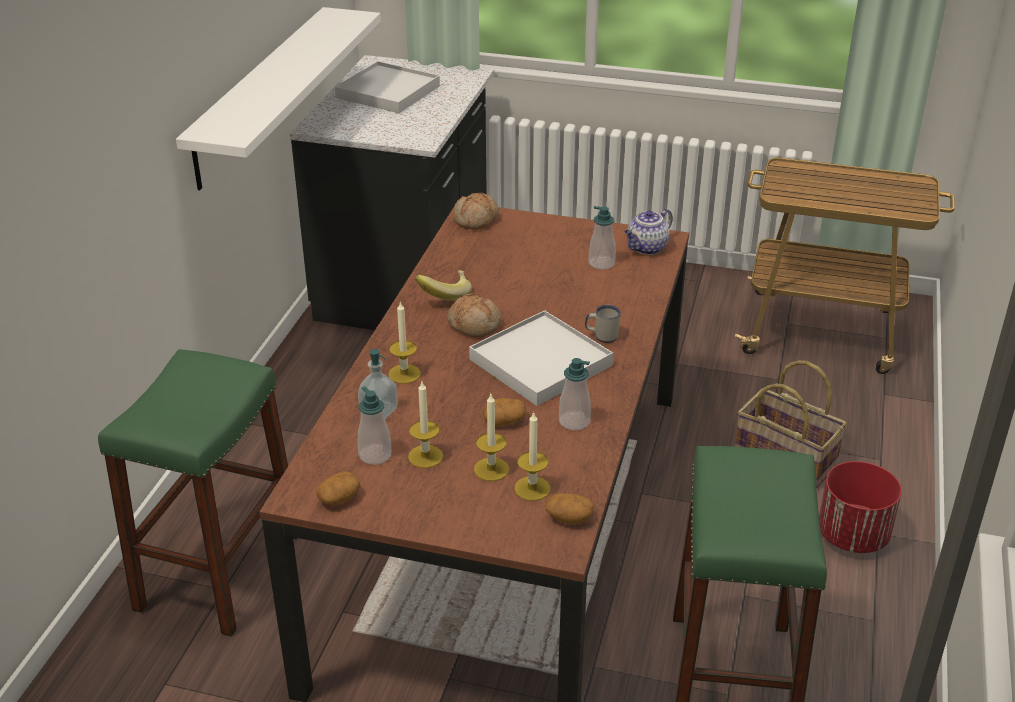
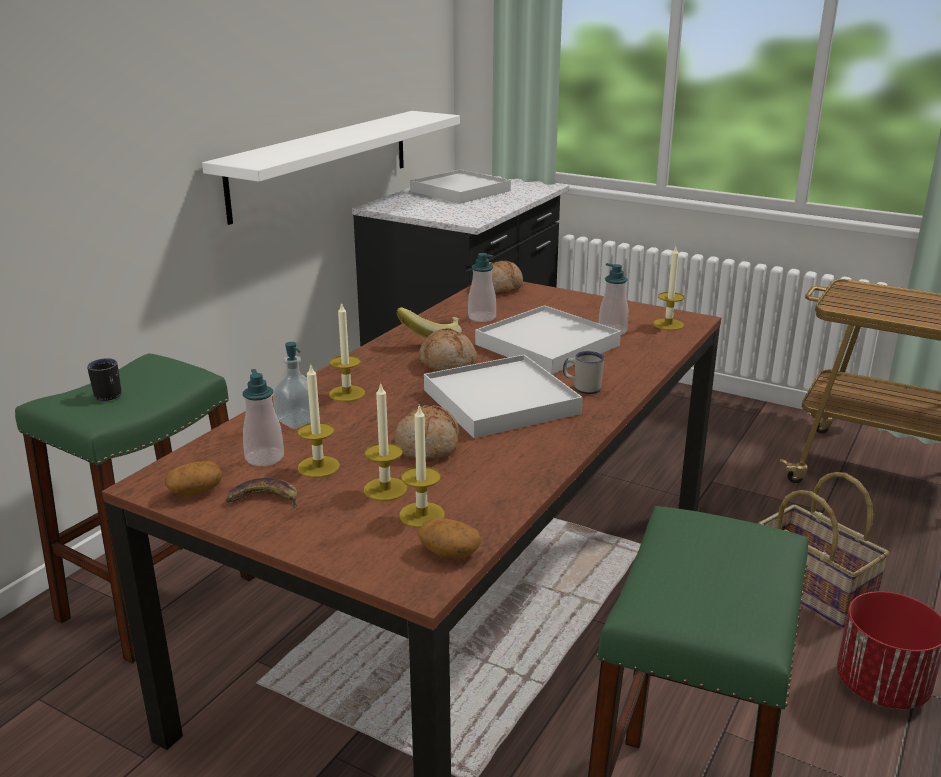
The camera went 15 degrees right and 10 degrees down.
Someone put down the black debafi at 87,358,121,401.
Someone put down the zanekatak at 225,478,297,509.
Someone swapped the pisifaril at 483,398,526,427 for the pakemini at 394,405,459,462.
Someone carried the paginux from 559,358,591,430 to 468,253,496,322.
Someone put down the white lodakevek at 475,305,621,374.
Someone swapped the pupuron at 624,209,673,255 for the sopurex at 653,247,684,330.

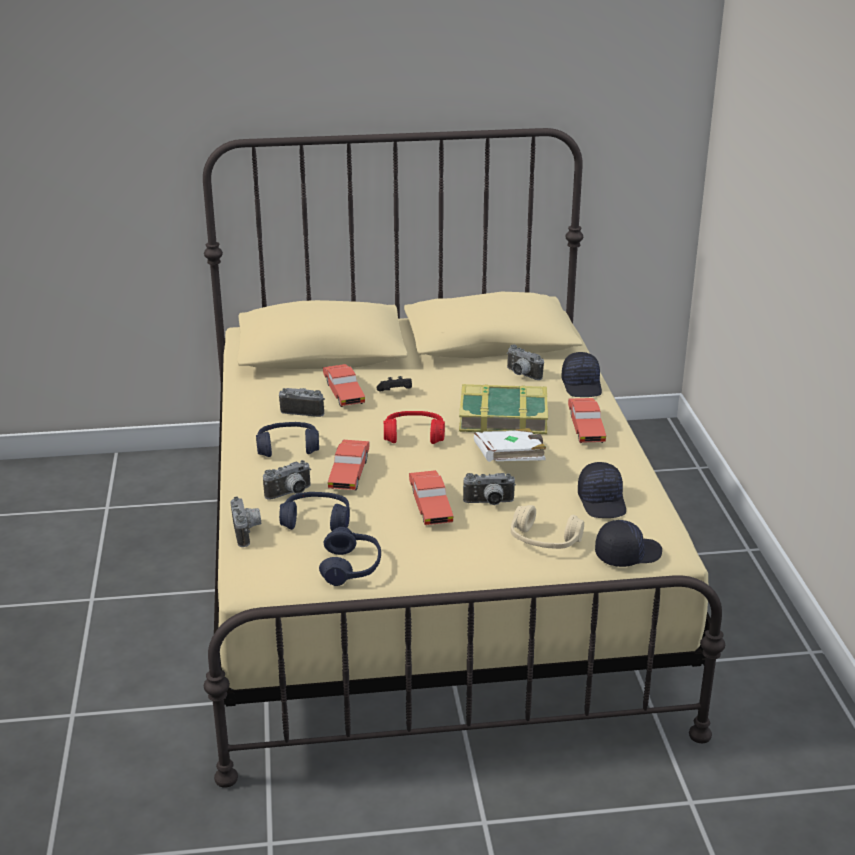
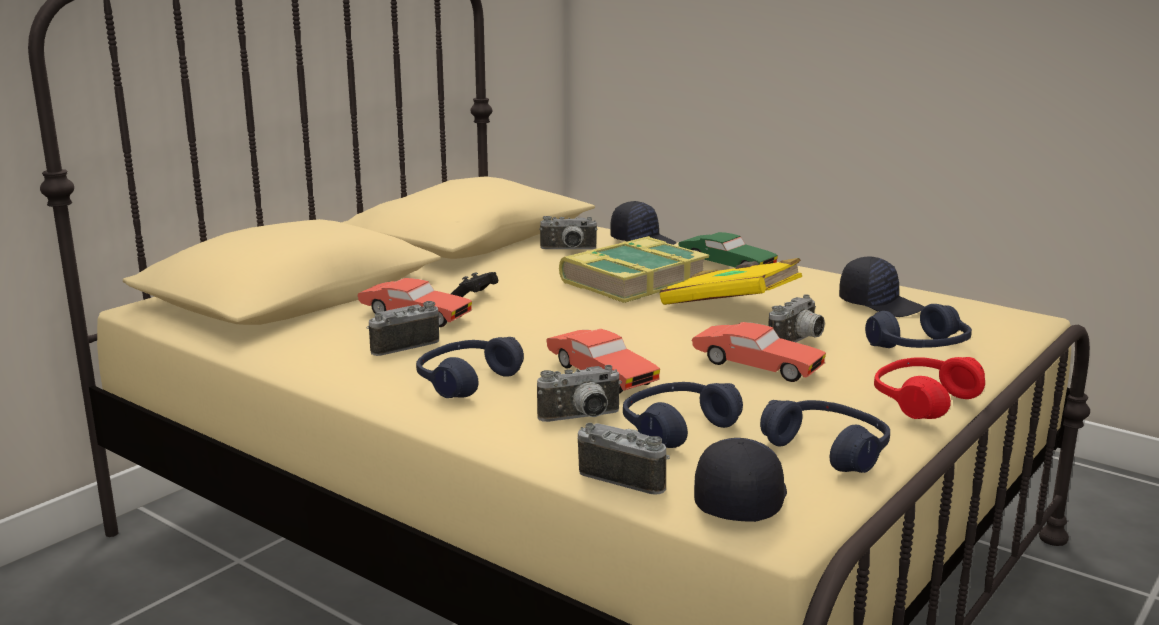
The camera went 45 degrees left and 10 degrees down.
Someone rotated the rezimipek at 263,460,311,500 by 60 degrees clockwise.
Someone repainted the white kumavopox at 474,428,546,462, which became the yellow kumavopox at 660,258,802,305.
Someone repainted the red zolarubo at 568,398,606,443, which became the green zolarubo at 678,232,778,268.
Someone carried the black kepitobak from 595,520,662,567 to 694,438,787,522.
Someone repainted the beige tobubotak at 511,505,584,549, which became the blue tobubotak at 865,304,972,348.
Someone carried the red tobubotak from 383,411,445,444 to 874,357,985,419.

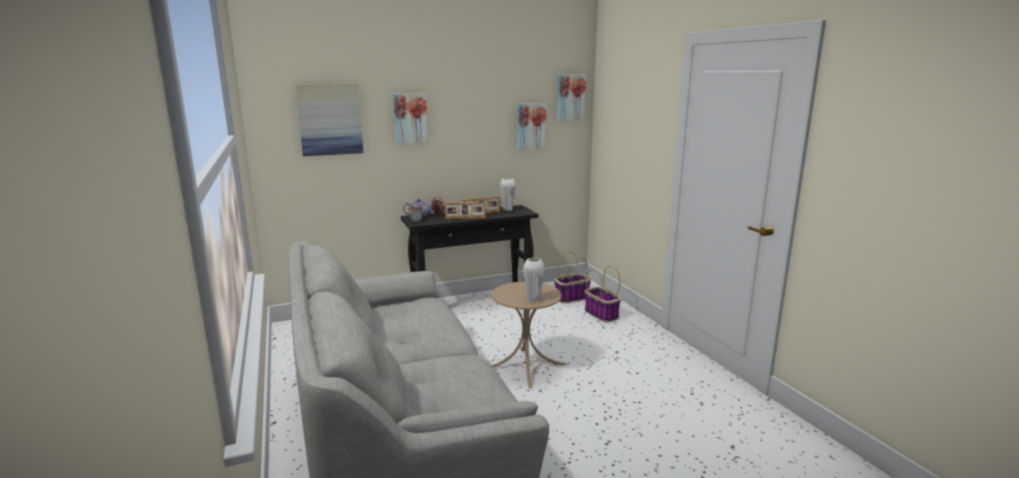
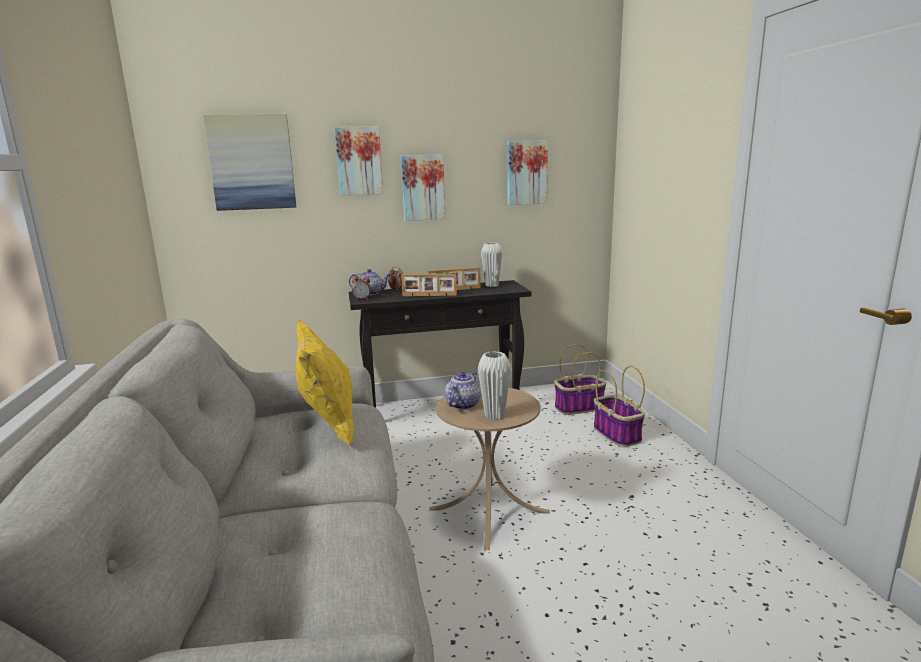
The camera went 10 degrees right and 0 degrees up.
Someone put down the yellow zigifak at 295,320,354,446.
Someone carried the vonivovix from 557,74,586,120 to 401,154,445,221.
Someone put down the pupuron at 445,372,481,410.

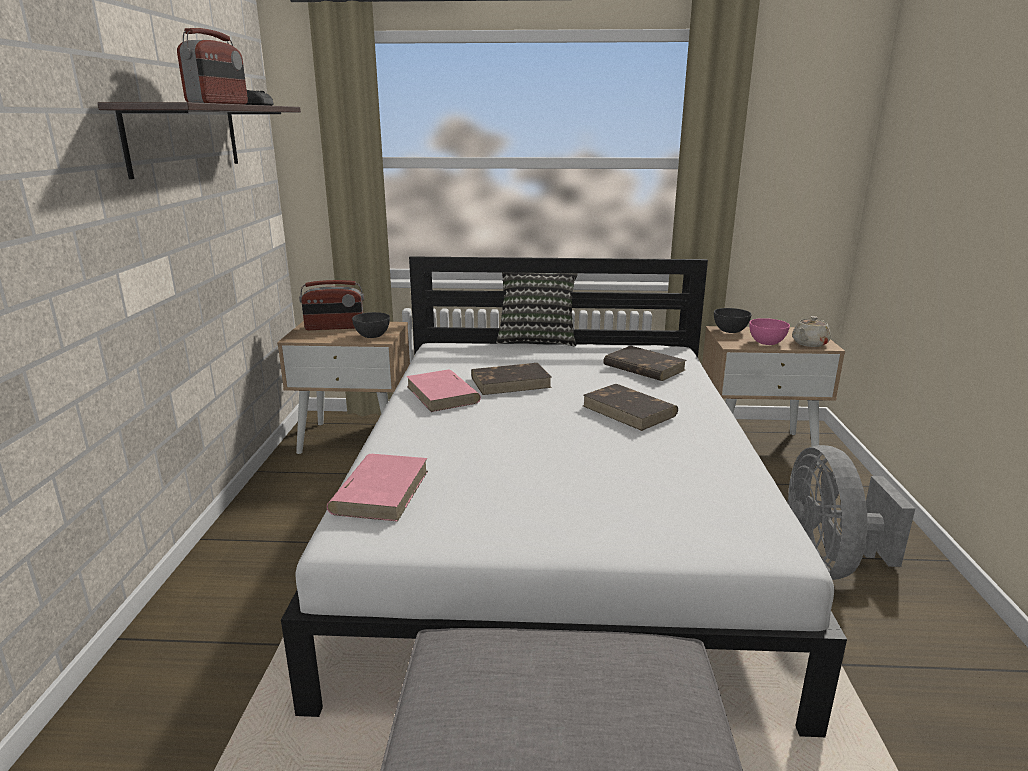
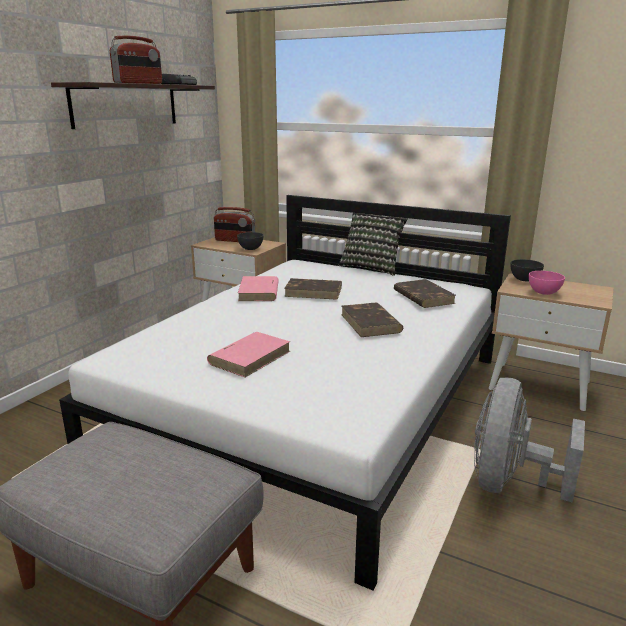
The camera went 25 degrees right and 0 degrees up.
Someone carried the pink kumavopox from 327,454,428,522 to 207,332,290,377.
Someone took away the beige pupuron at 792,316,831,347.

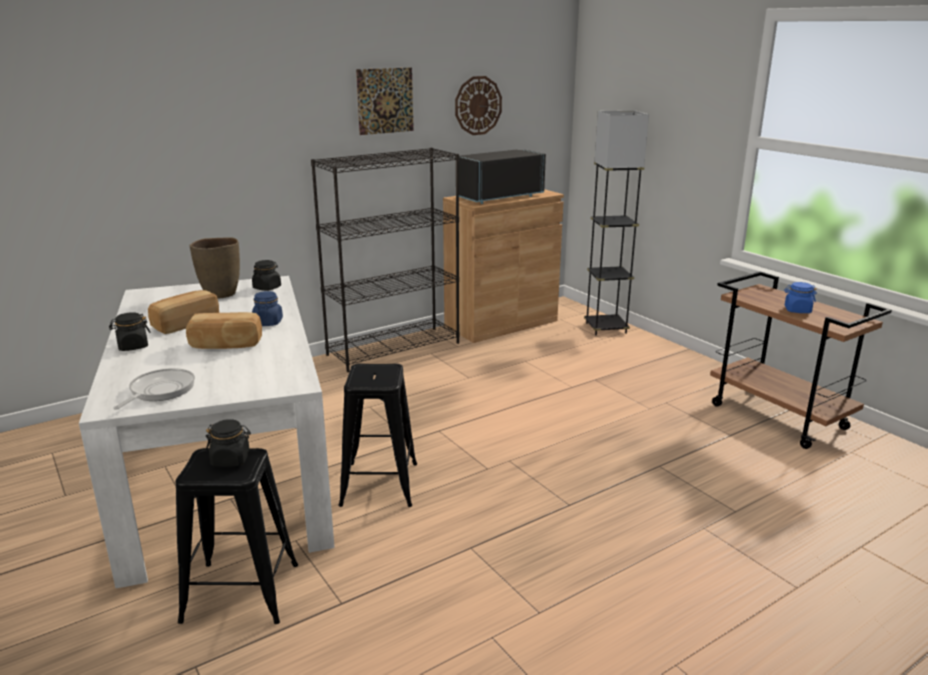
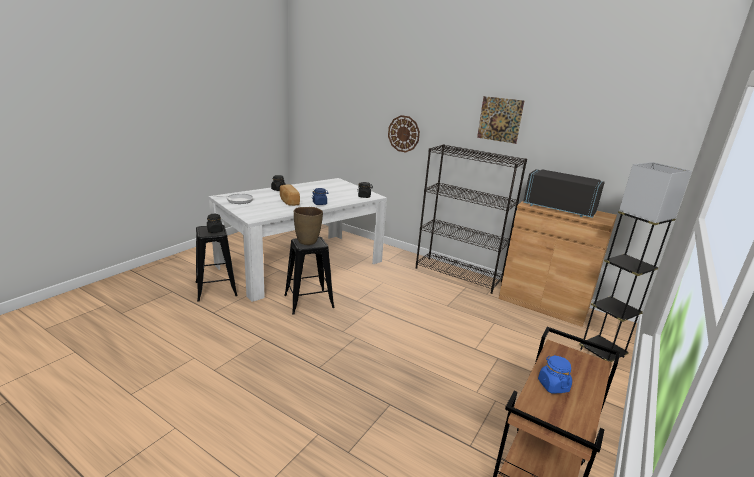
The camera went 65 degrees right and 0 degrees up.
Someone carried the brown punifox from 189,237,240,299 to 294,207,323,245.
Someone carried the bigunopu from 455,76,502,135 to 388,115,420,153.
Someone took away the pakemini at 148,290,219,334.

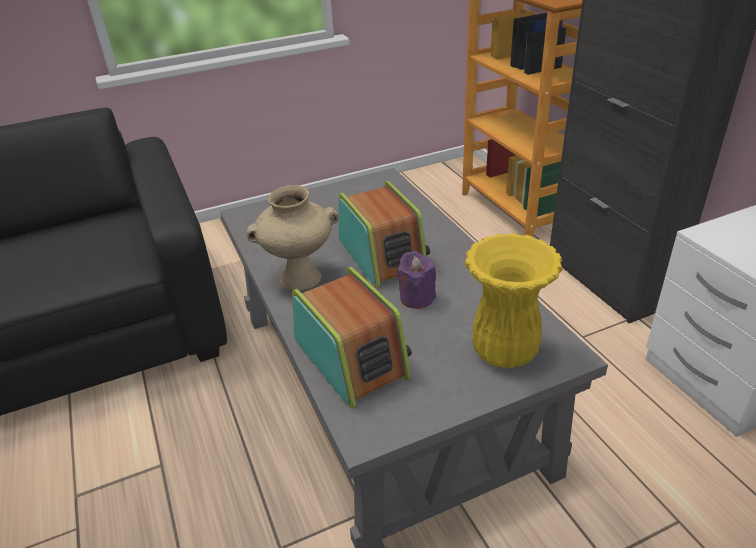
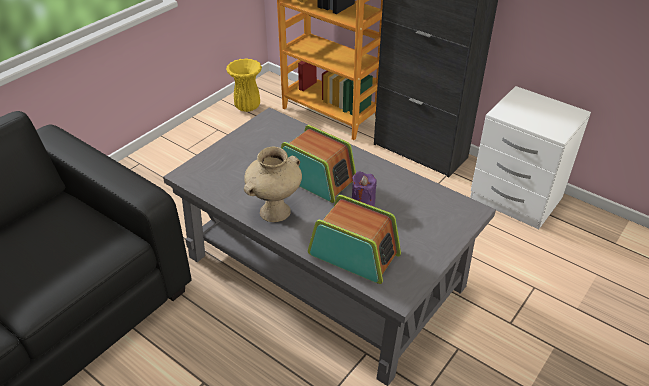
The camera went 30 degrees left and 5 degrees up.
Someone carried the yellow punifox from 465,233,562,369 to 226,58,262,112.

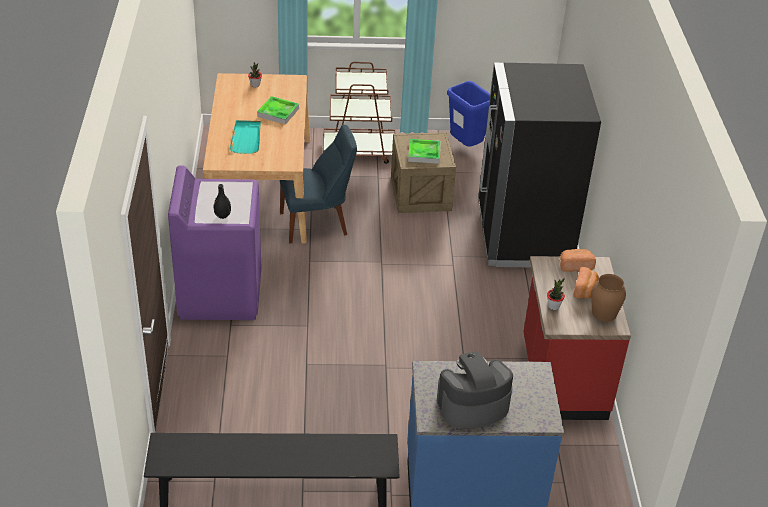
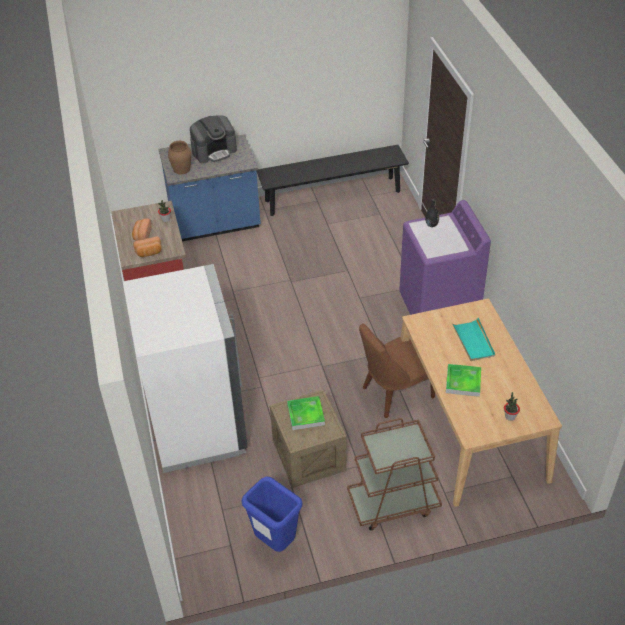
The camera went 170 degrees right and 5 degrees up.
Someone repainted the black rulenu at 478,63,601,267, which became the white rulenu at 123,264,248,473.
Someone carried the brown punifox from 591,274,626,322 to 168,141,191,174.
Someone repainted the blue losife at 280,125,357,244, which became the brown losife at 359,323,435,418.

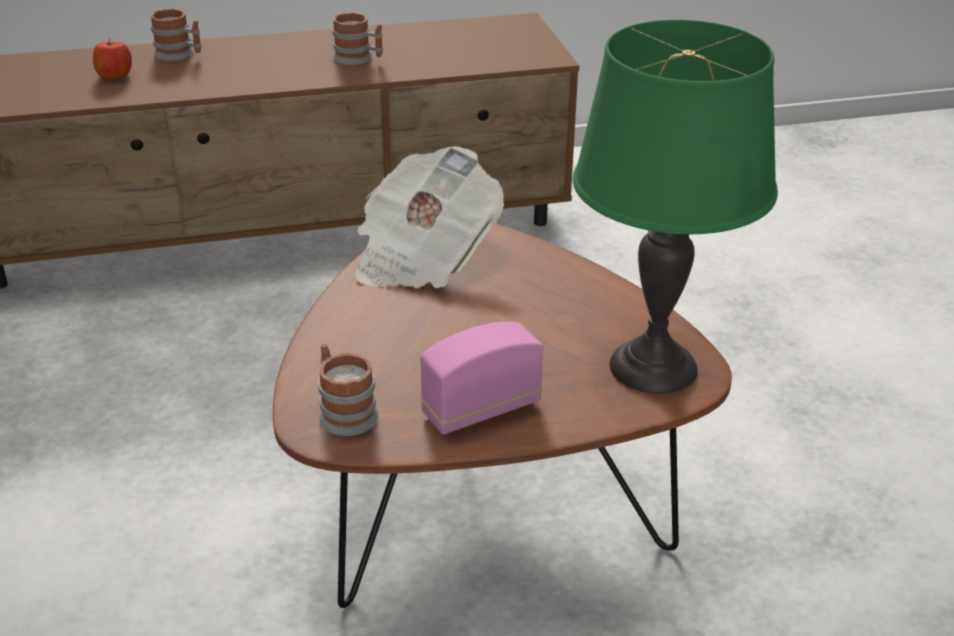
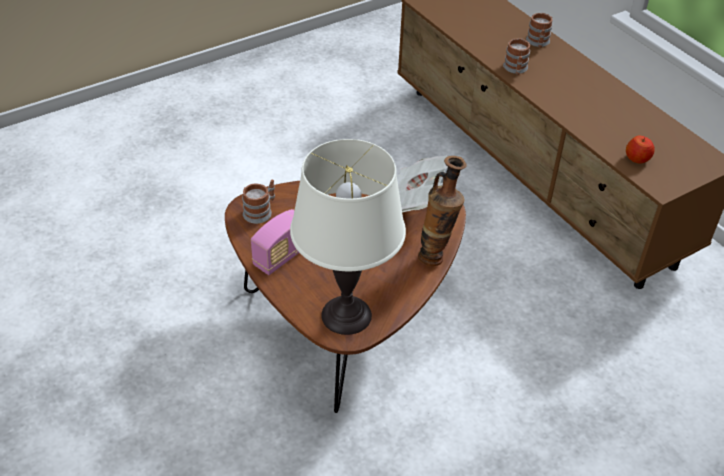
The camera went 70 degrees right and 10 degrees up.
Someone rotated the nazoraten at 420,322,543,434 by 90 degrees clockwise.
Someone repainted the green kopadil at 573,20,778,394, which became the white kopadil at 290,139,406,335.
Someone put down the punifox at 418,156,467,266.
Someone carried the debafi from 332,12,383,65 to 503,38,530,75.
Someone carried the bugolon from 93,38,132,79 to 626,136,655,164.

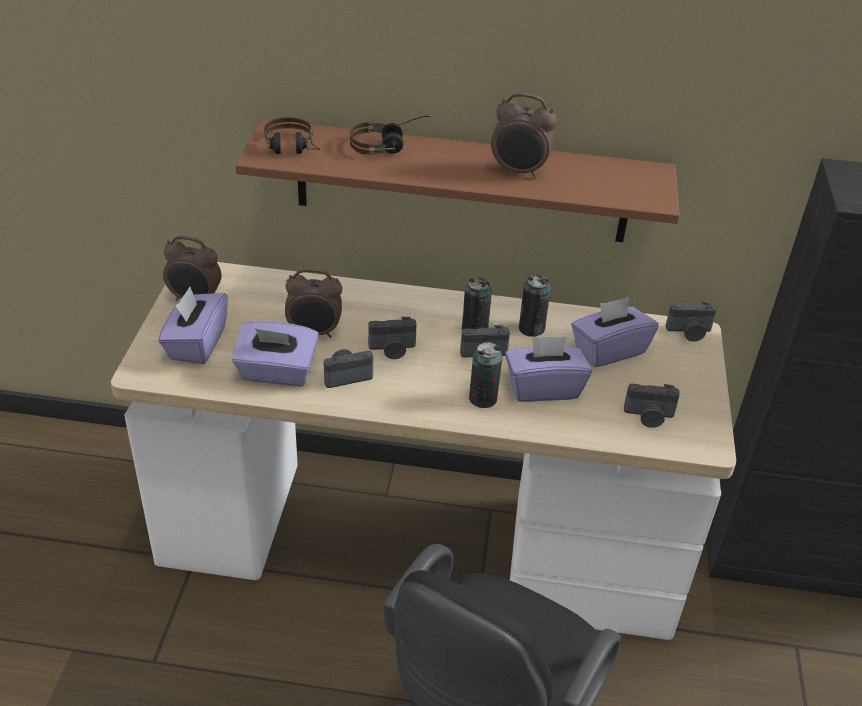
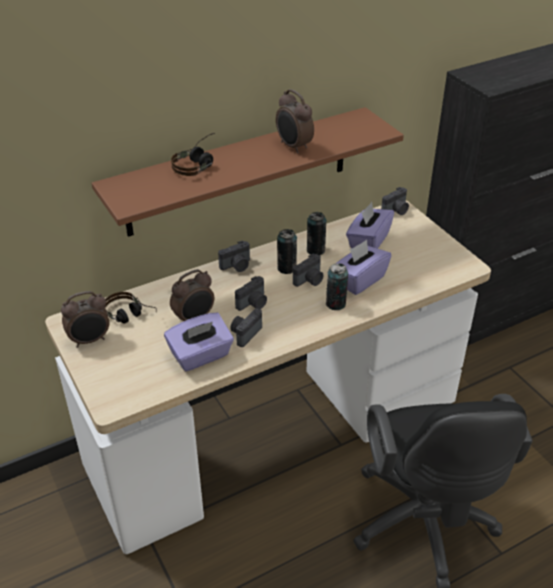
The camera went 35 degrees left and 0 degrees up.
Someone carried the tobubotak from 264,117,320,154 to 104,292,157,324.
Someone carried the rezimipek from 624,384,680,428 to 218,240,250,272.
Someone rotated the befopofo at 491,93,557,179 by 75 degrees clockwise.
Someone took away the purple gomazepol at 158,287,228,364.

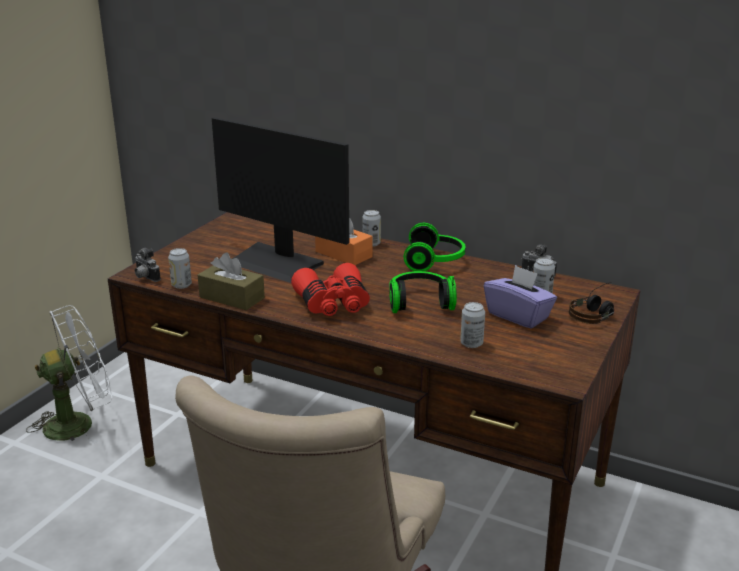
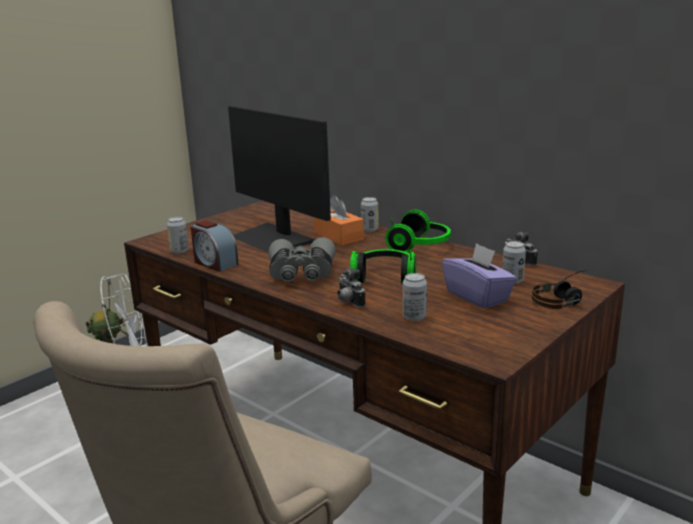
The camera went 15 degrees right and 5 degrees down.
Someone swapped the brown gomazepol at 198,253,265,310 for the befopofo at 191,220,239,272.
Someone repainted the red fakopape at 291,263,370,316, which became the grey fakopape at 268,237,336,282.
Someone carried the rezimipek from 135,248,161,282 to 337,268,366,308.

